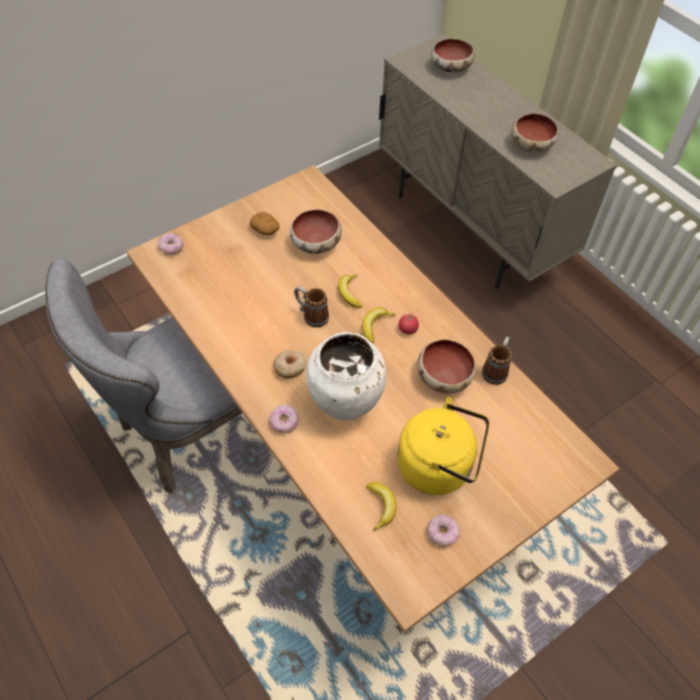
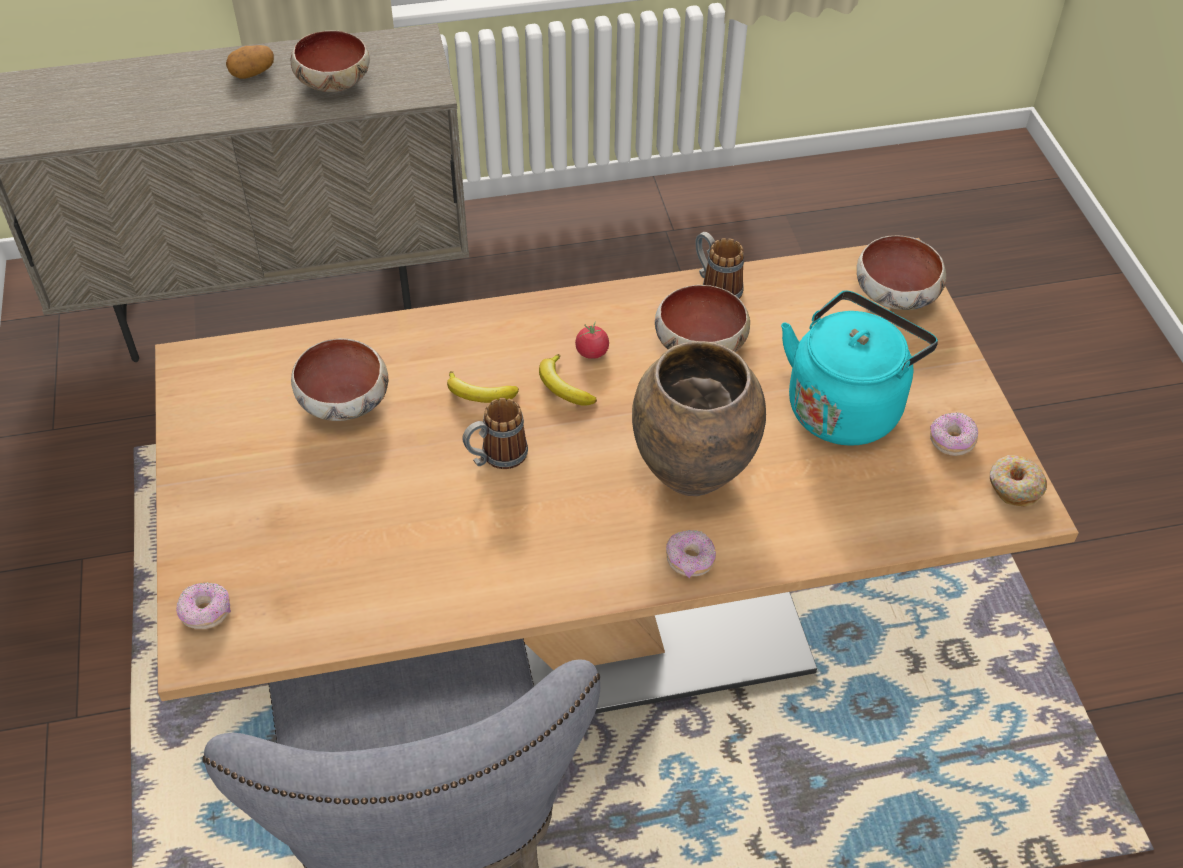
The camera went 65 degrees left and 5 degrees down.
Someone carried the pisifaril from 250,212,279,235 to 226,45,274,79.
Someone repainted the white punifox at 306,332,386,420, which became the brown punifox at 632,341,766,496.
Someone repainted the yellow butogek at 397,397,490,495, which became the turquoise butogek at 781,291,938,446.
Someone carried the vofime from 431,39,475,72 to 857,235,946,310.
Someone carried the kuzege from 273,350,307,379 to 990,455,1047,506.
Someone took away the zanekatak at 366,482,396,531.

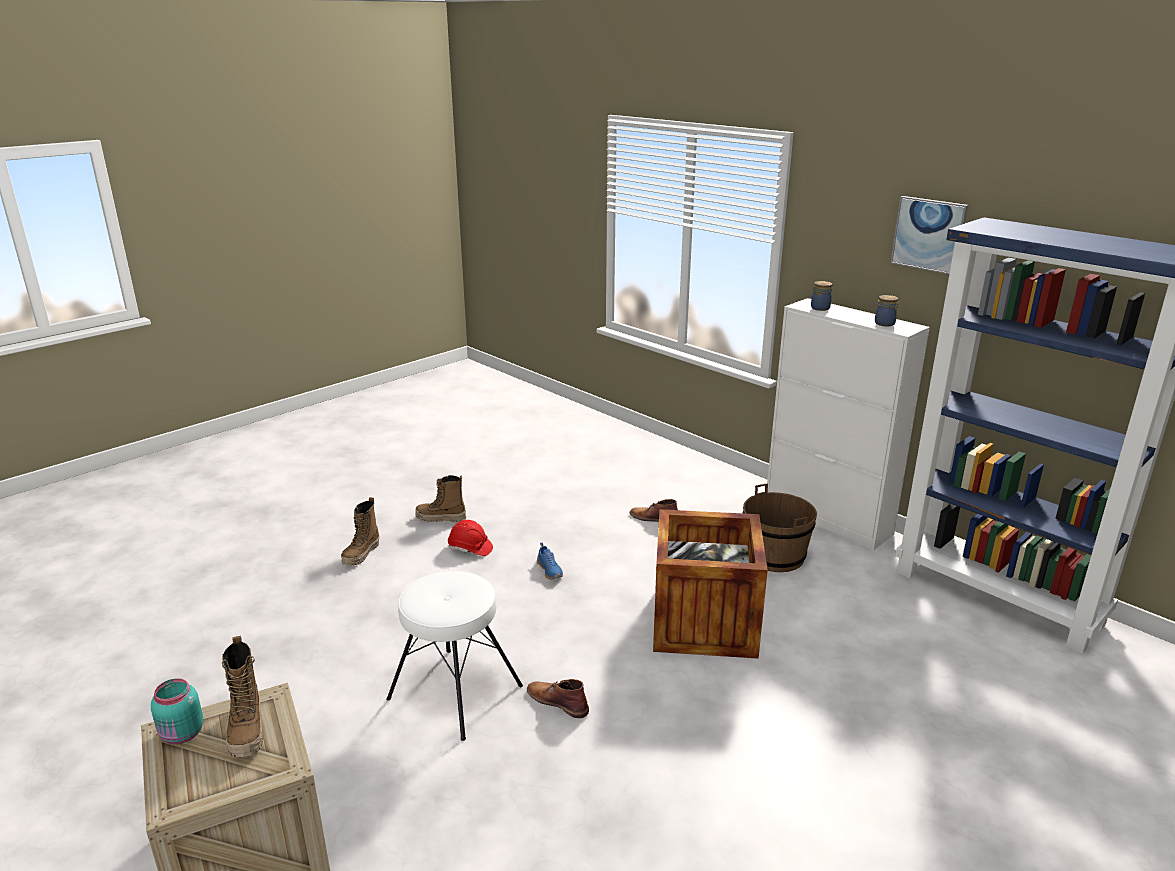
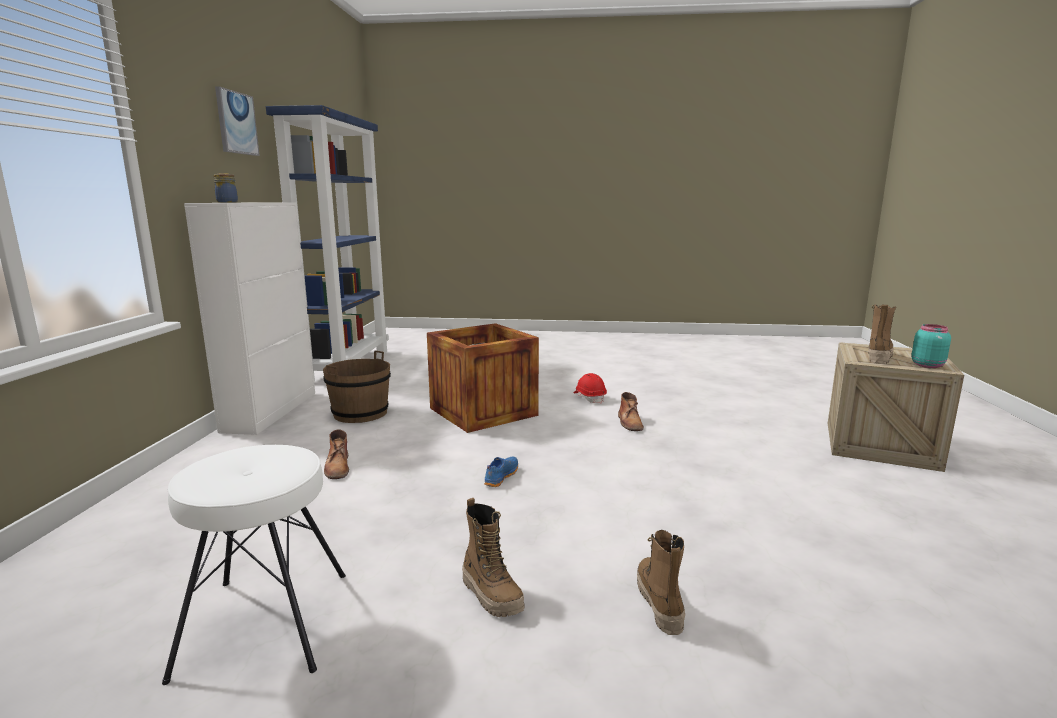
The camera went 130 degrees left and 10 degrees down.
Someone carried the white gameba from 386,571,523,741 to 162,445,346,685.
Someone carried the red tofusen from 448,520,493,556 to 574,373,607,404.
Someone rotated the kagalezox at 341,497,379,566 by 75 degrees counterclockwise.
Someone took away the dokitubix at 875,295,900,326.

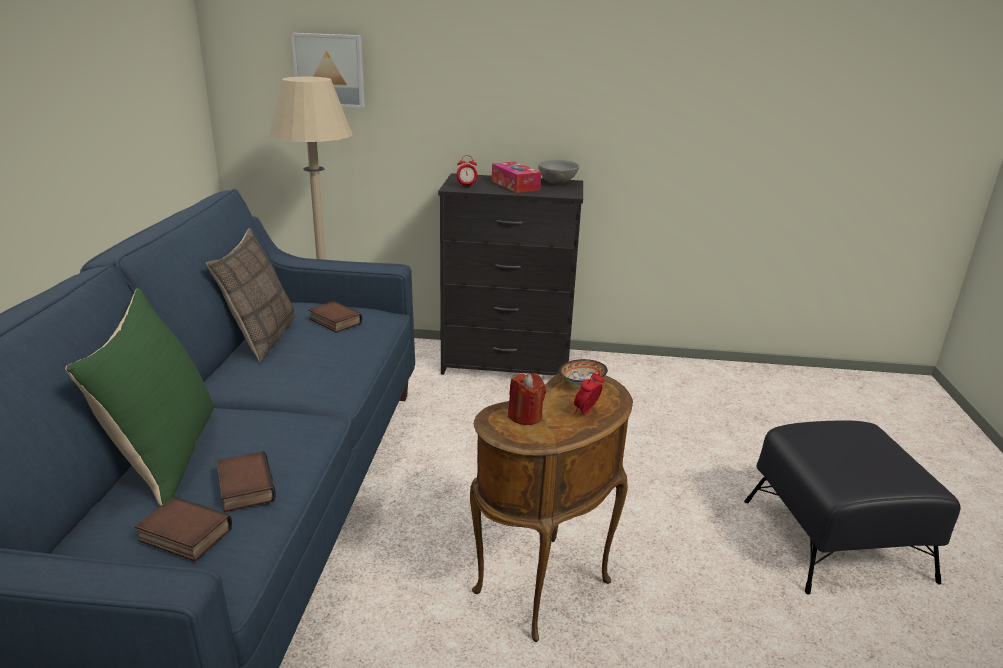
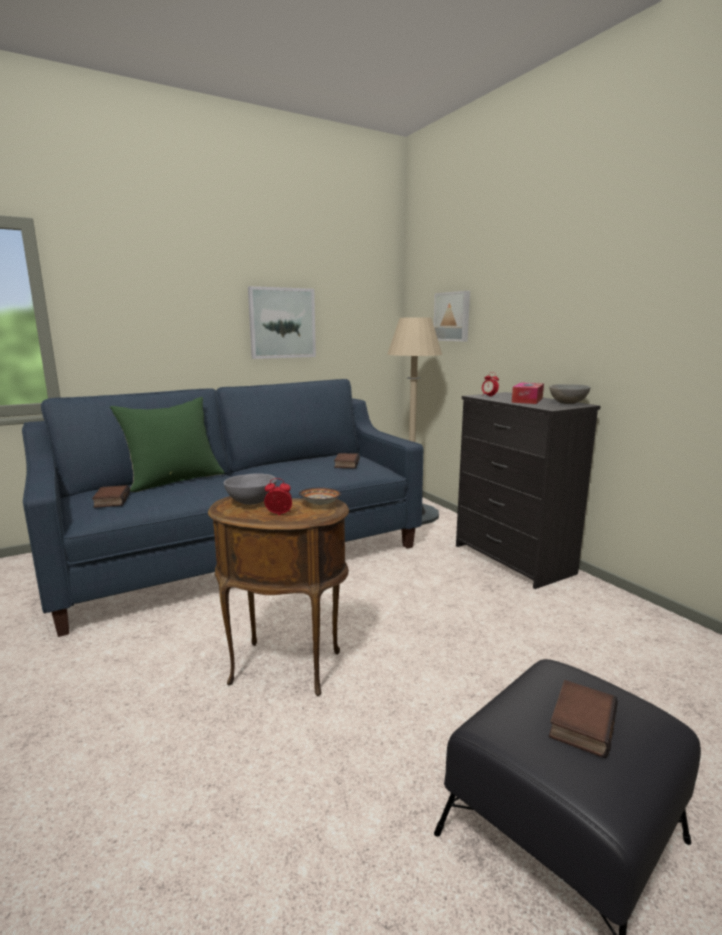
The camera went 55 degrees right and 10 degrees down.
Someone swapped the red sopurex at 508,373,546,425 for the grey vofime at 224,474,277,505.
Someone put up the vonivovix at 248,286,316,359.
Someone carried the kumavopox from 217,451,276,512 to 549,680,618,758.
Someone took away the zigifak at 206,228,295,362.

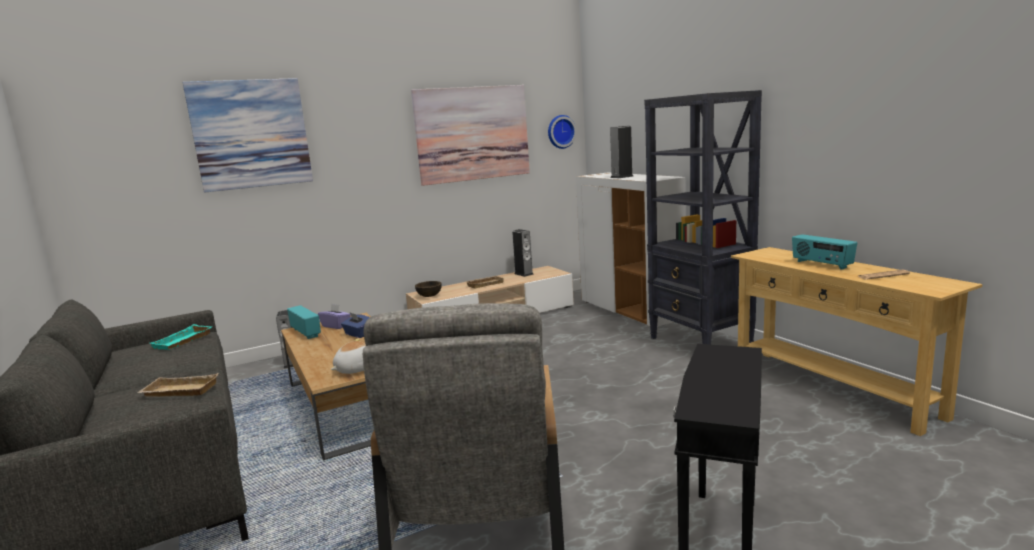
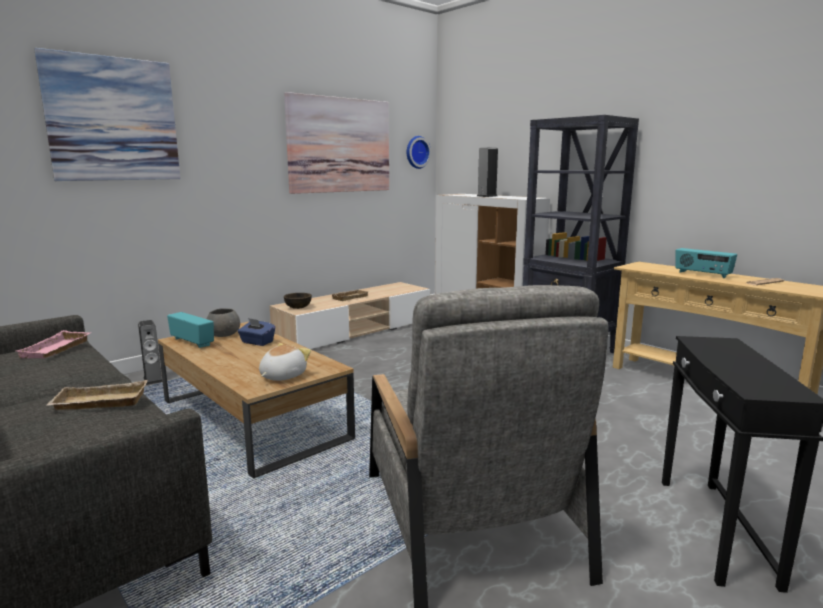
The camera went 15 degrees left and 0 degrees up.
Someone repainted the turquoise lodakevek at 150,324,212,350, which became the pink lodakevek at 17,330,90,358.
Someone swapped the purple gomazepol at 318,303,351,329 for the grey vofime at 207,308,240,337.
Someone took away the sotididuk at 512,229,534,277.

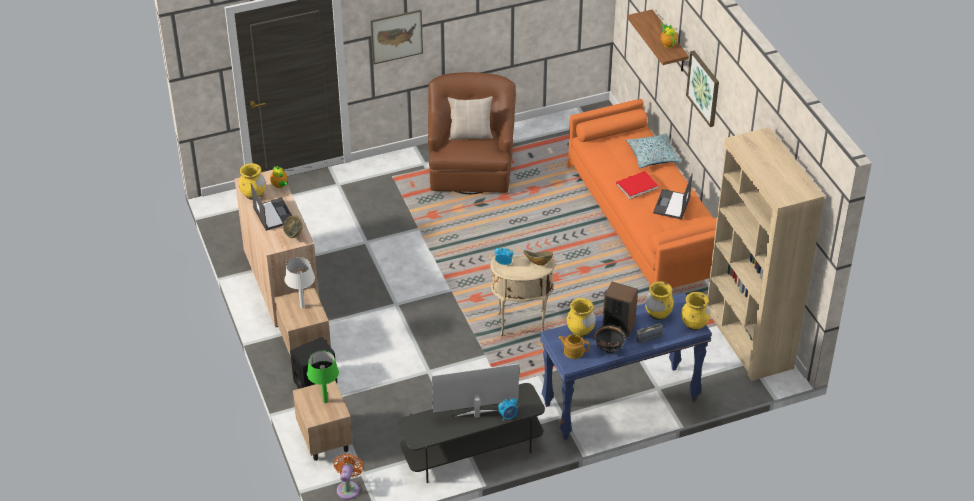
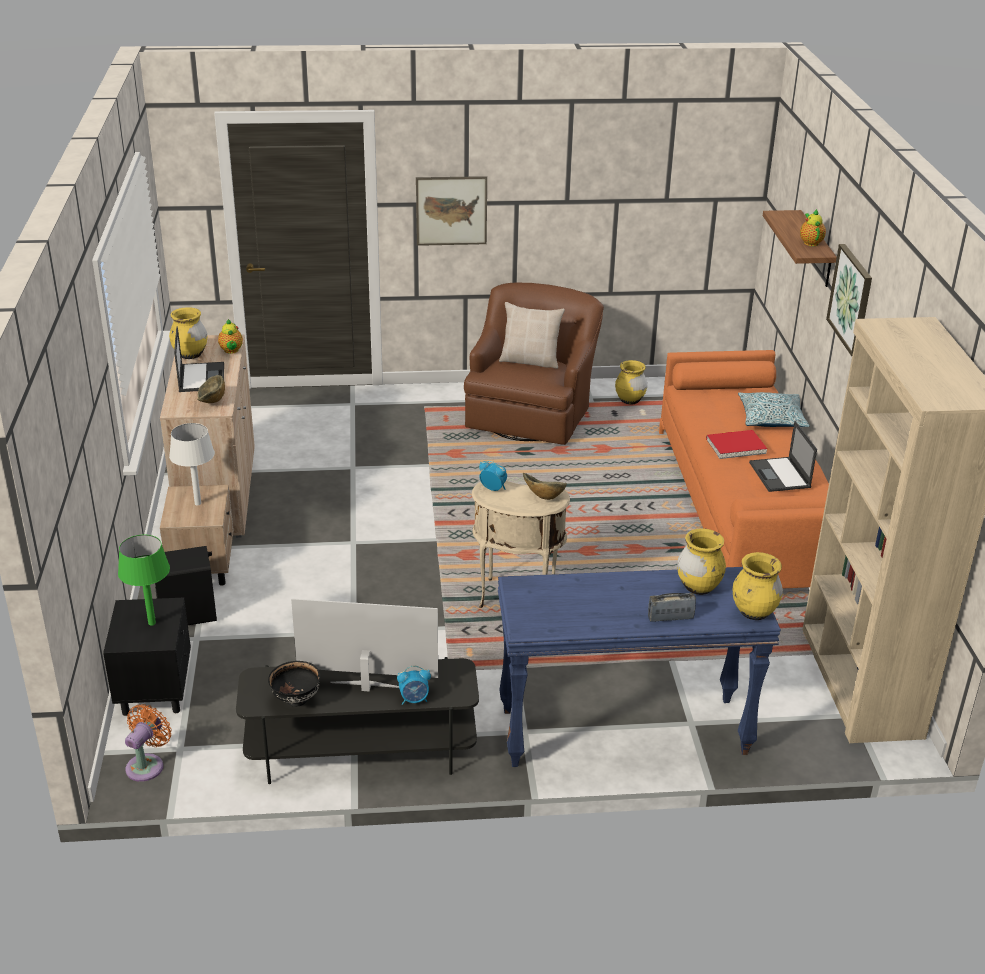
The camera went 15 degrees right and 10 degrees down.
Someone repainted the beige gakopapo at 293,380,353,461, which became the black gakopapo at 103,598,191,716.
Someone carried the black vofime from 594,325,626,353 to 268,661,320,707.
Someone carried the yellow punifox from 567,298,596,337 to 615,360,647,404.
Someone rotated the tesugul at 653,173,693,219 by 45 degrees counterclockwise.
Someone took away the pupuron at 558,334,589,359.
Someone took away the sotididuk at 602,282,638,337.

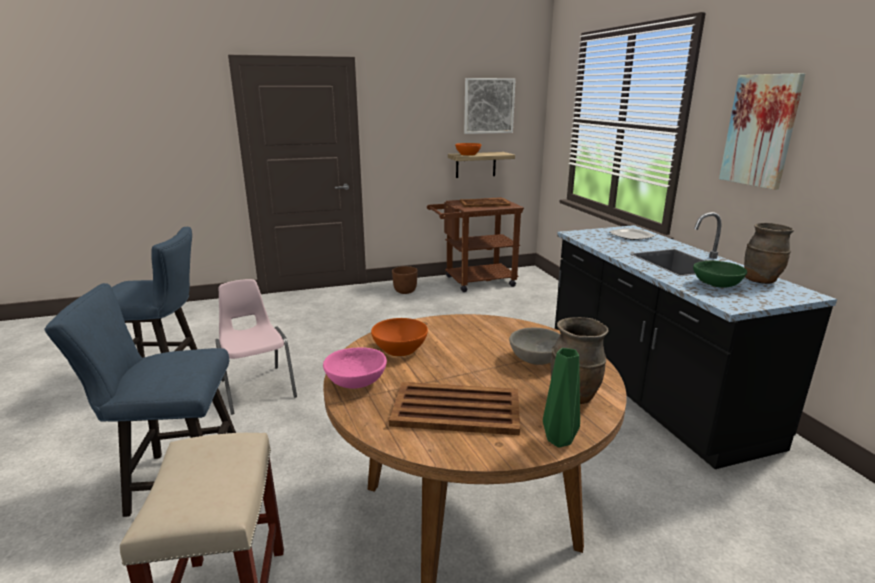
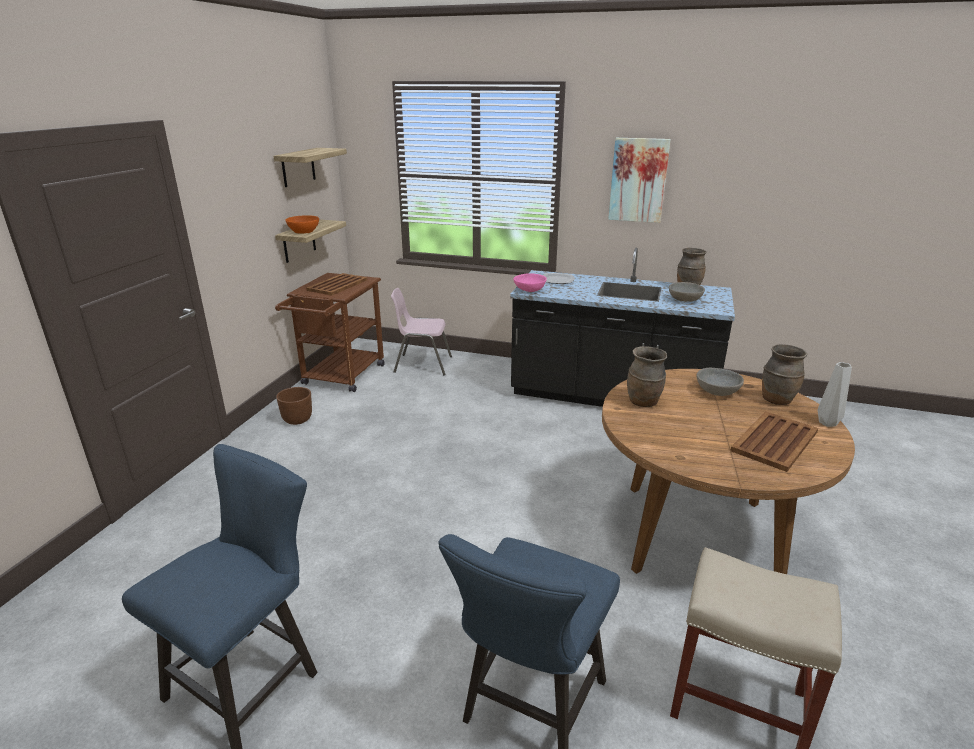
The camera went 55 degrees left and 5 degrees up.
Someone swapped the vonivovix at 464,78,516,134 for the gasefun at 274,148,347,187.
Someone carried the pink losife from 215,279,297,415 to 391,288,452,375.
Someone carried the pink vofime from 323,348,387,389 to 513,273,547,292.
Someone put down the brown punifox at 627,346,667,407.
Someone repainted the green vofime at 693,260,747,288, which became the grey vofime at 669,282,705,302.
Someone repainted the green punifox at 543,348,580,448, which became the grey punifox at 818,362,852,427.
Someone took away the orange vofime at 371,318,428,356.

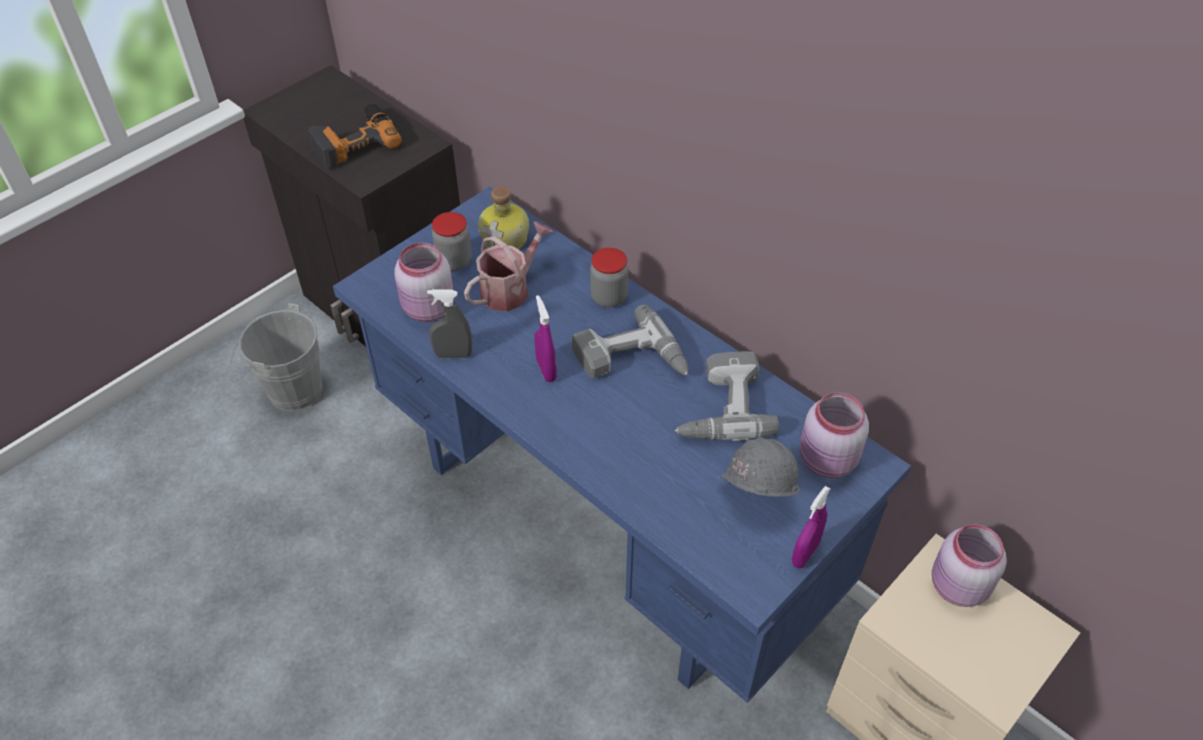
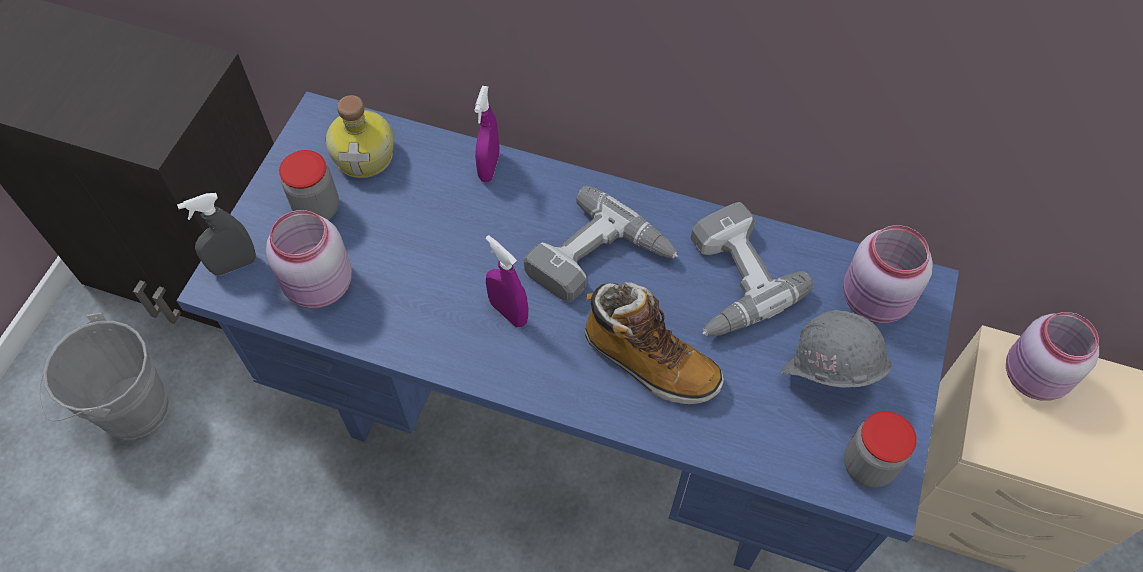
The camera went 25 degrees left and 10 degrees up.
Someone carried the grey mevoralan from 427,289,472,358 to 177,193,256,275.
Someone carried the purple mevoralan from 792,486,831,568 to 475,86,499,182.
Someone put down the kagalezox at 585,282,724,404.
Someone carried the dokitubix from 590,248,628,307 to 844,411,917,487.
Someone took away the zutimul at 309,104,402,169.
Someone took away the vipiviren at 464,221,553,311.

